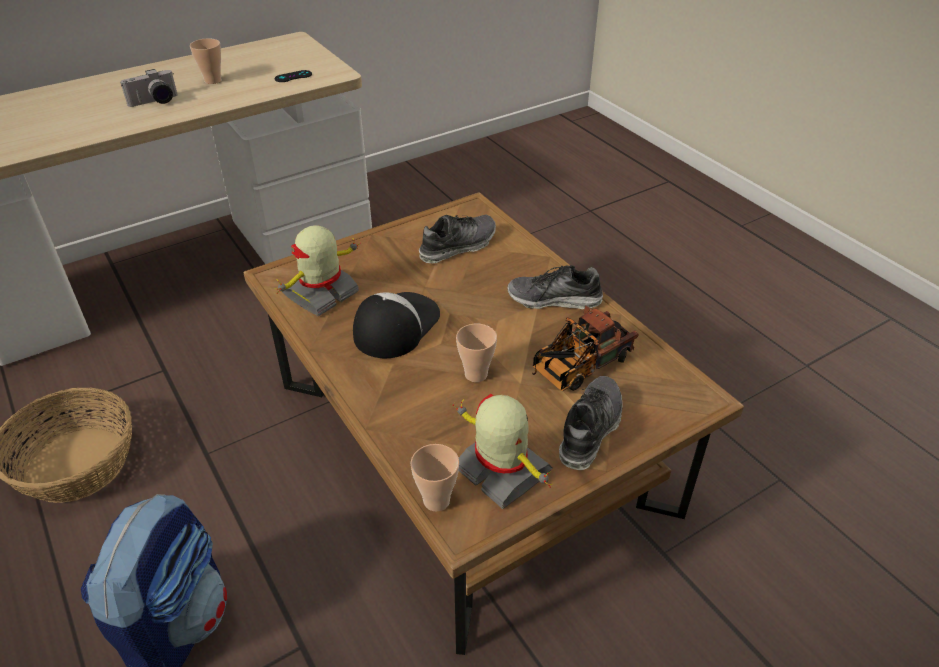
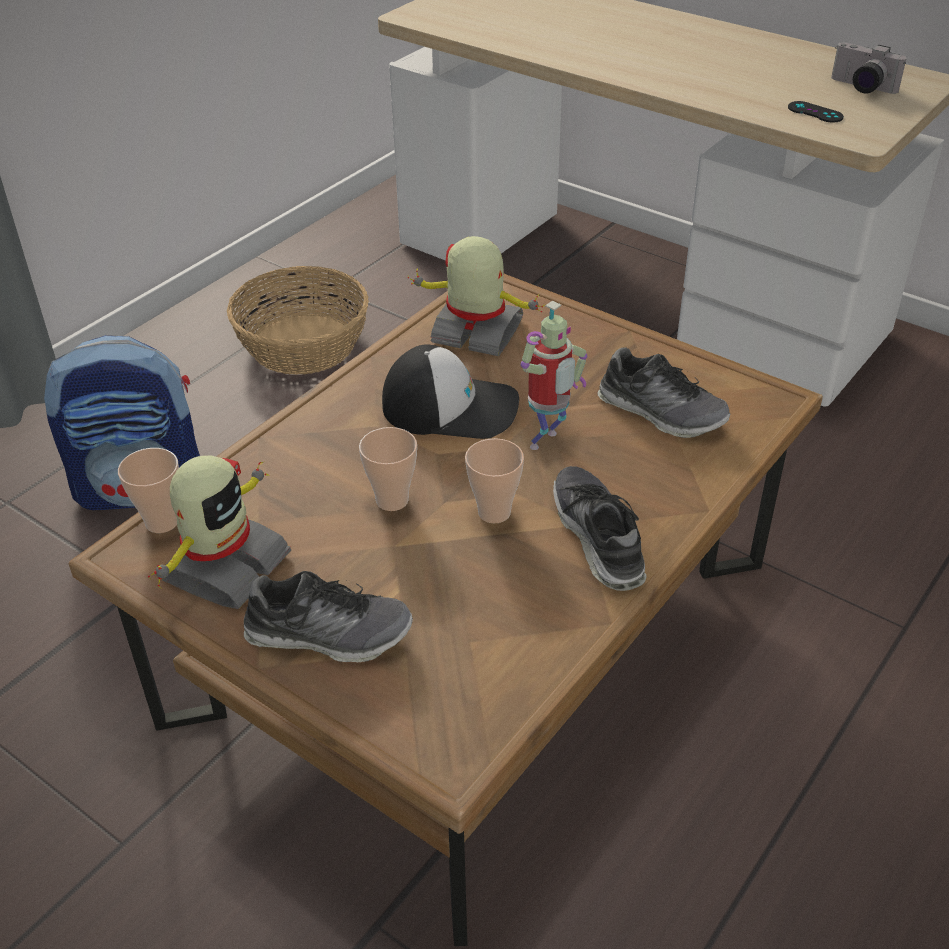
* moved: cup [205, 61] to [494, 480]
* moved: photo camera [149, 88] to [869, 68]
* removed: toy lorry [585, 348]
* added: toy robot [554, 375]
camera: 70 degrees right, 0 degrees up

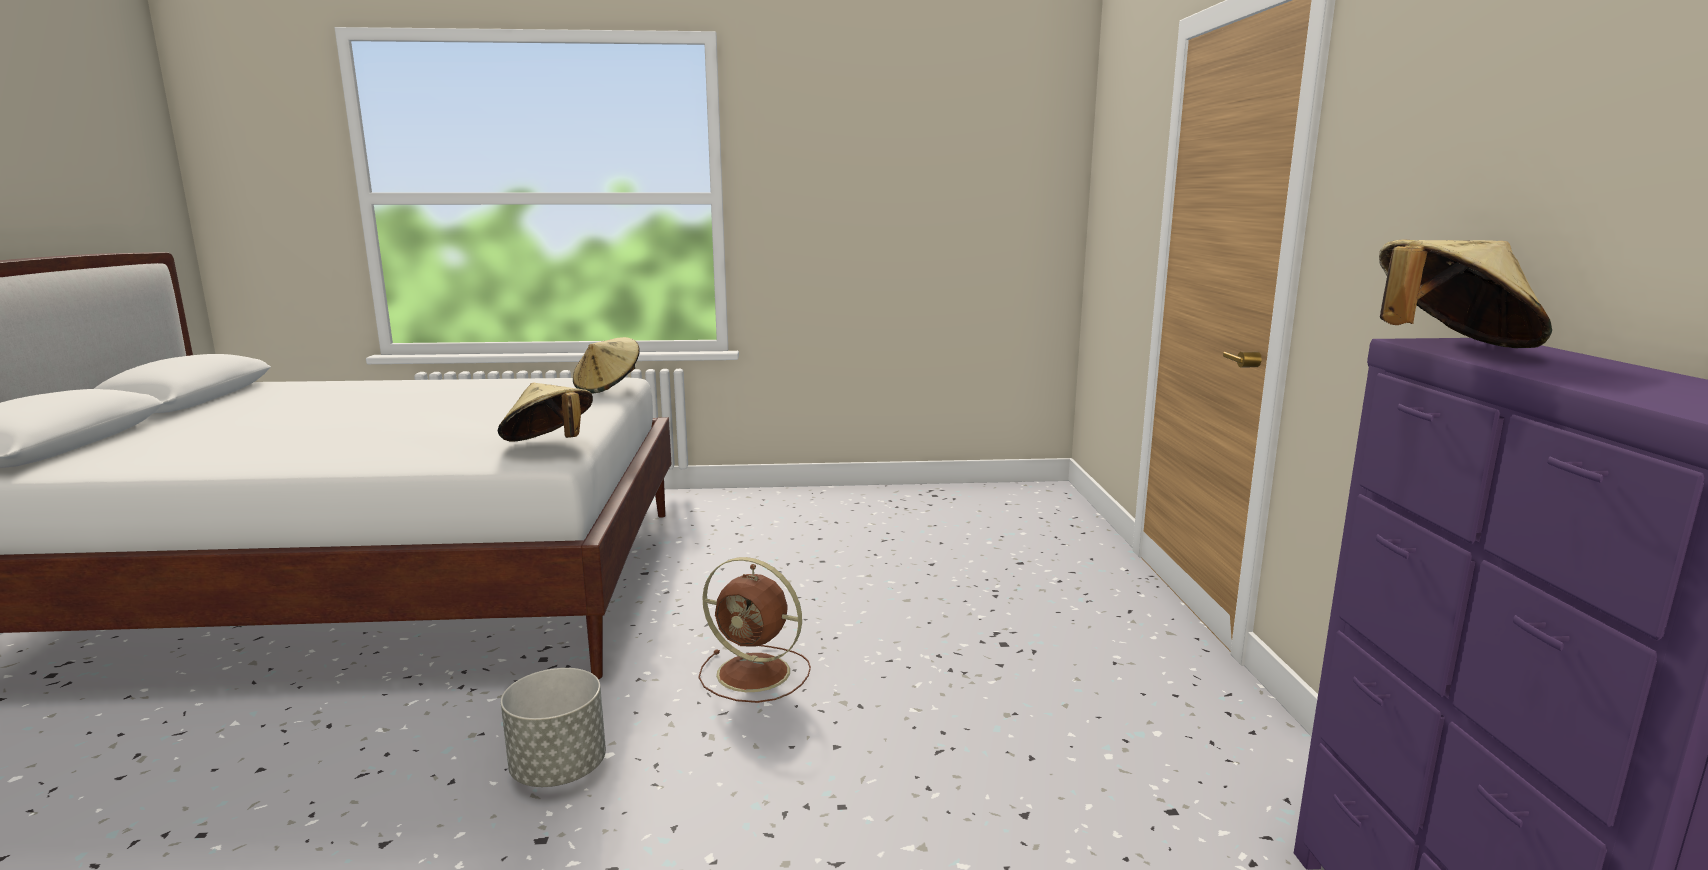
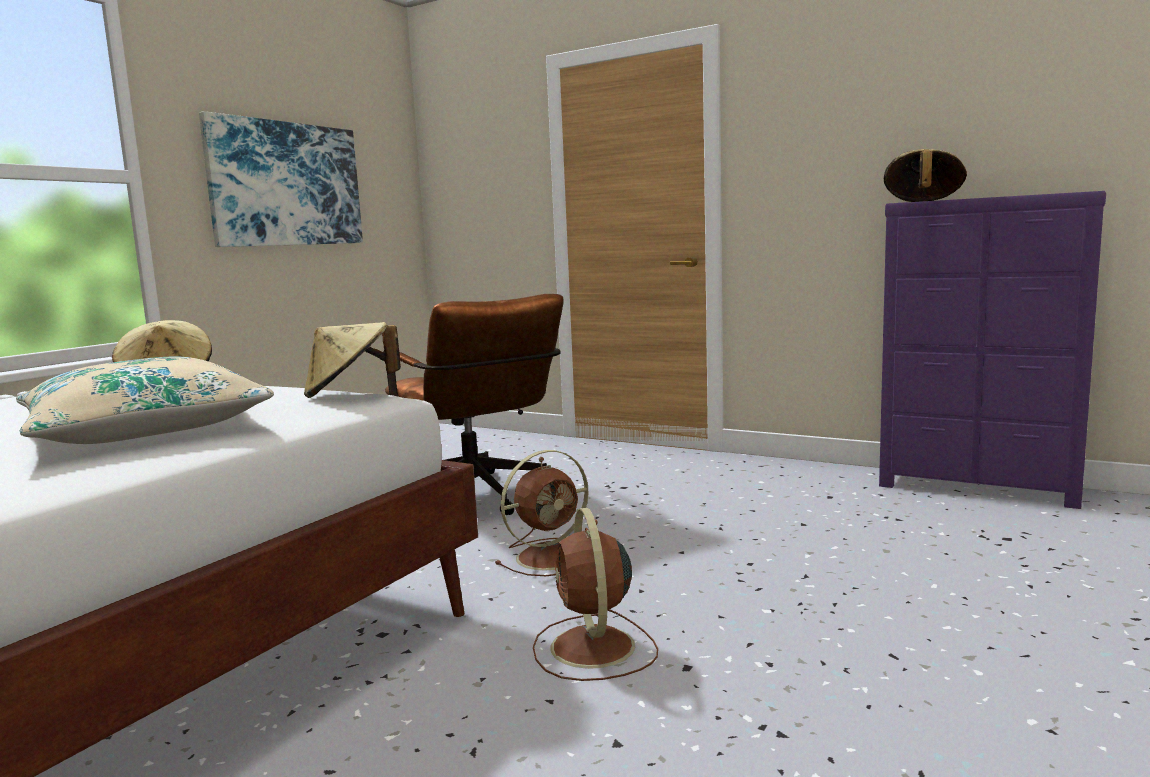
* replaced: plant pot in gray [553, 727] to cooling fan in brown-coloured [595, 594]
* added: picture [281, 179]
* added: computer chair in brown-coloured [474, 404]
* added: throw pillow in sand-coloured [145, 400]
camera: 55 degrees left, 5 degrees down

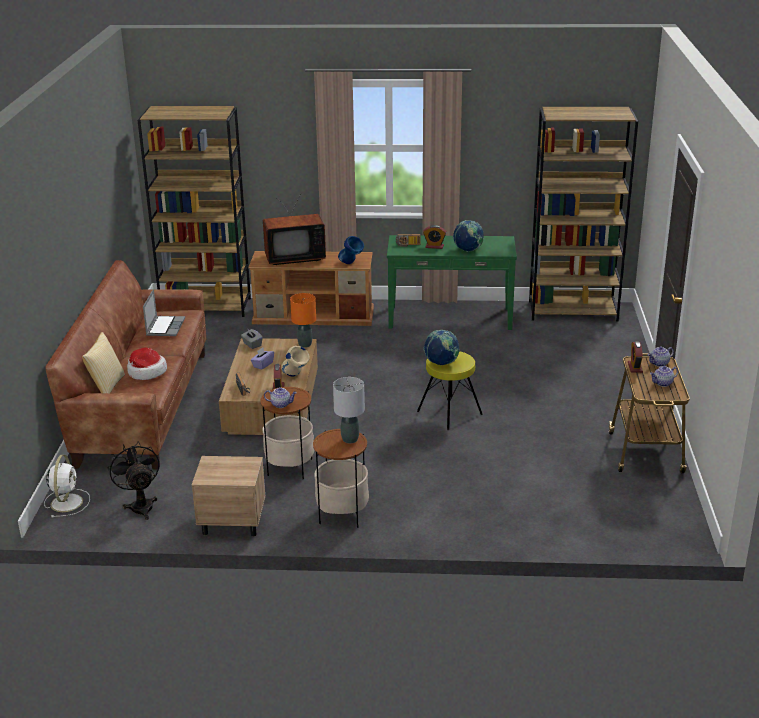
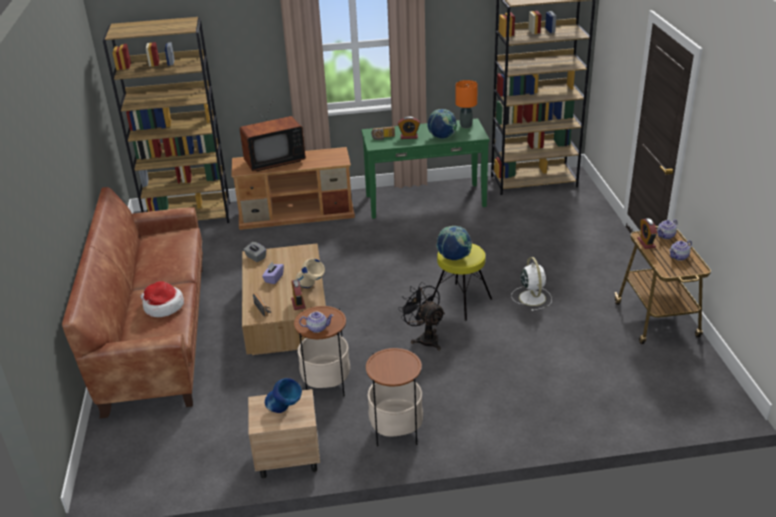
* moved: decorative vase in blue [351, 250] to [283, 395]
* removed: notebook computer [164, 312]
* moved: table lamp in orange [303, 320] to [467, 104]
* removed: throw pillow [103, 362]
* removed: table lamp in gray [349, 410]
* moved: cooling fan in blackish [133, 480] to [421, 316]
* moved: cooling fan in white [67, 486] to [531, 284]
camera: 10 degrees left, 5 degrees up

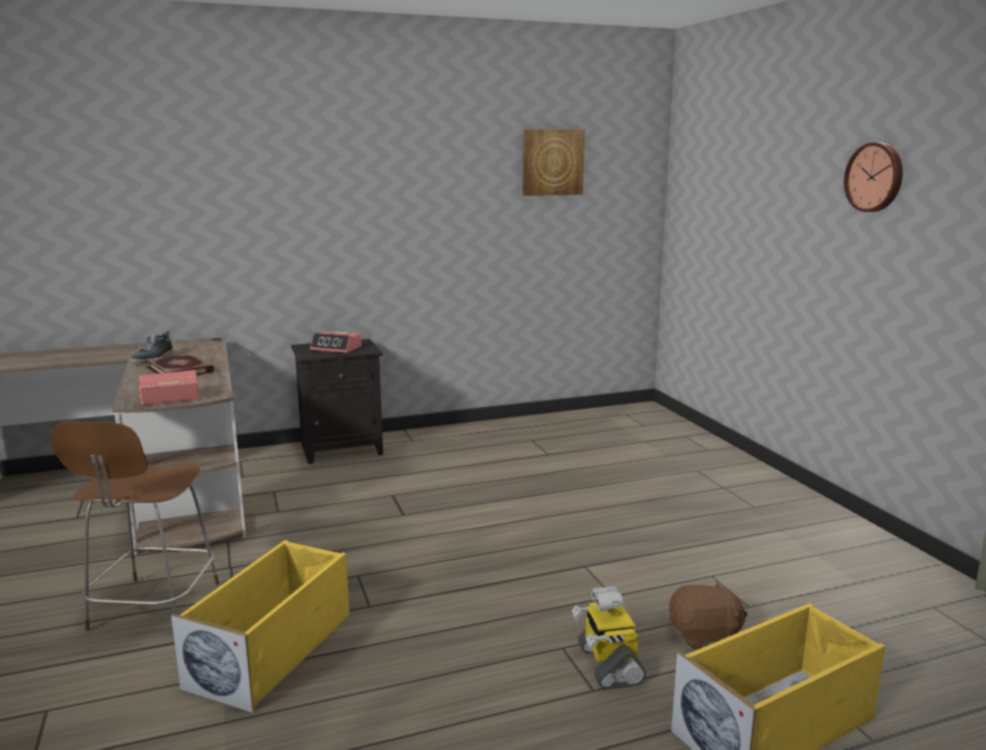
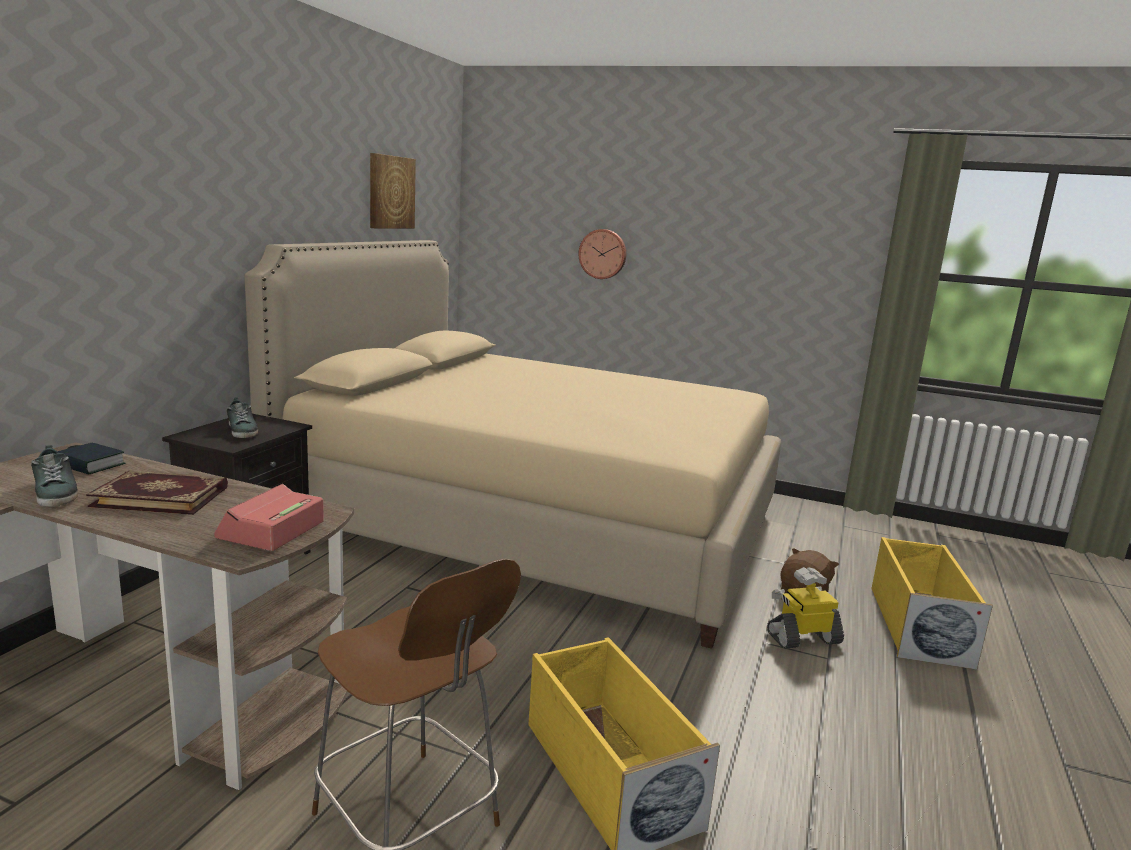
* moved: wall clock [873, 177] to [602, 254]
* replaced: bedside clock [335, 342] to item of footwear [242, 418]
* turned: toy robot [609, 638] = [805, 608] 135 degrees clockwise
* added: bed in sand-coloured [512, 444]
* added: bound book [91, 459]
camera: 50 degrees left, 0 degrees up

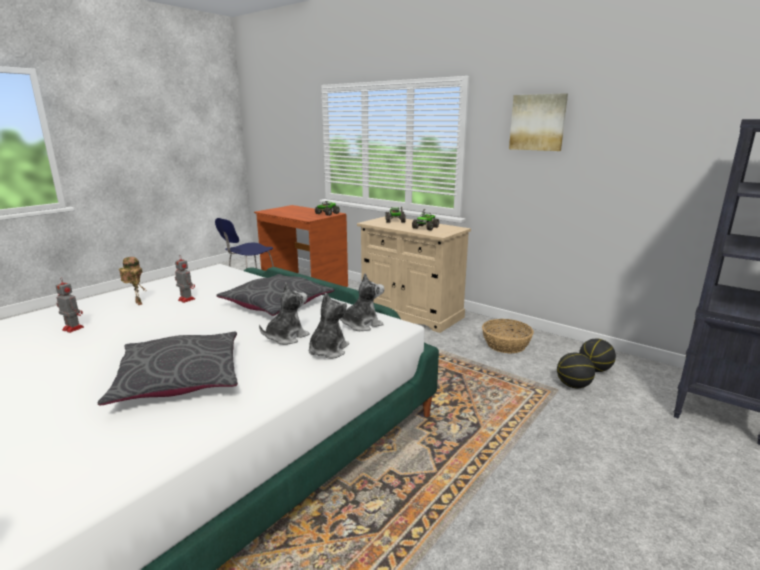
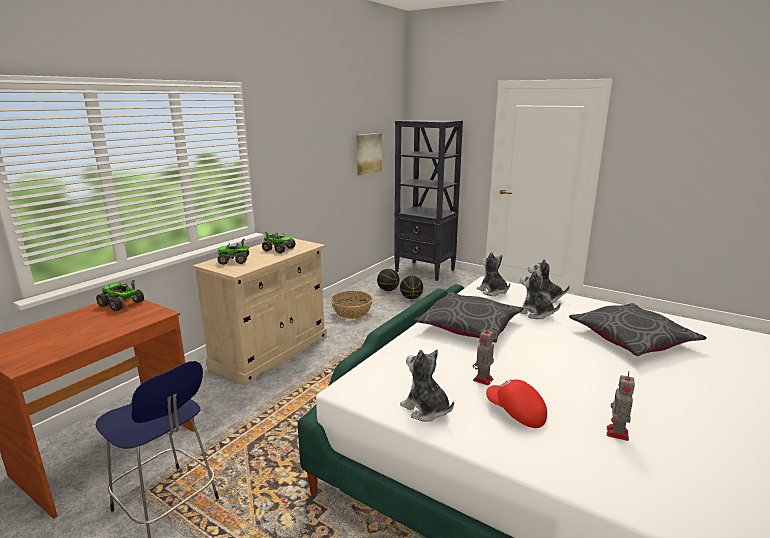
* moved: picture [538, 122] to [369, 154]
* replaced: toy robot [132, 281] to baseball cap in red [516, 404]
* added: soft toy [427, 386]
camera: 95 degrees left, 0 degrees up

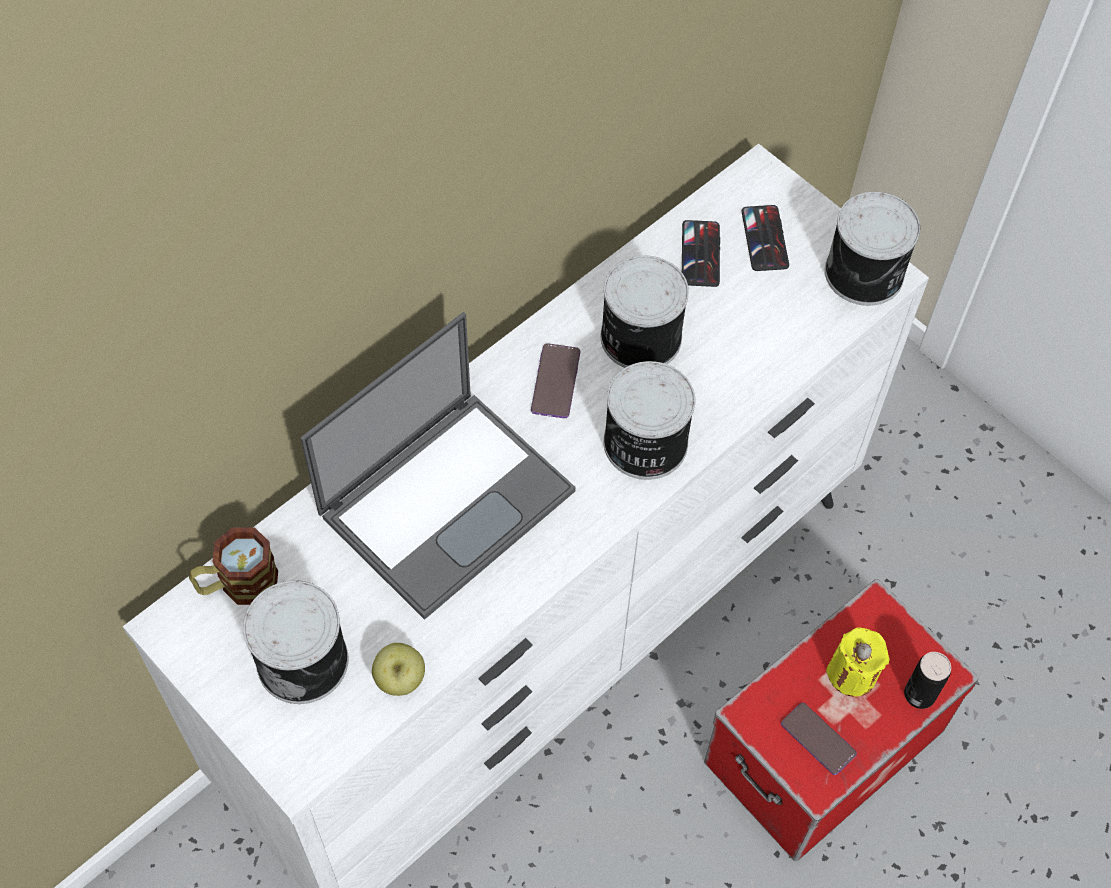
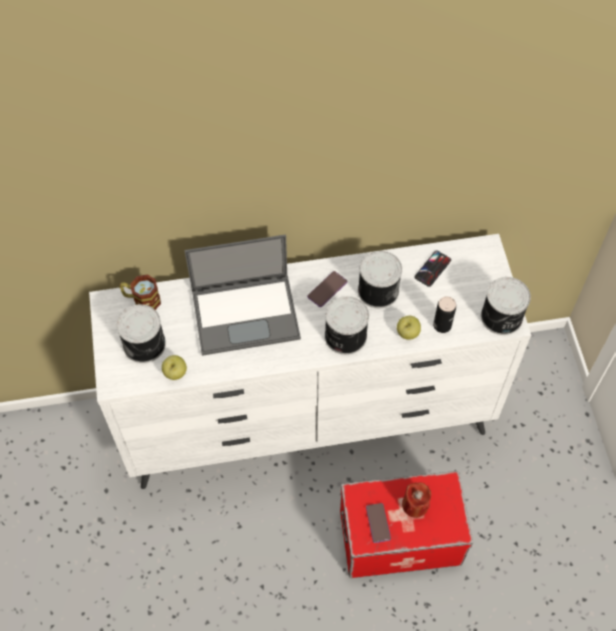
* removed: handset [765, 238]
* recoloured: wax candle in yellowish [858, 662] to wax candle in red [416, 500]
* moved: metal can [927, 680] to [444, 314]
* added: apple fruit [409, 328]
camera: 35 degrees right, 0 degrees up

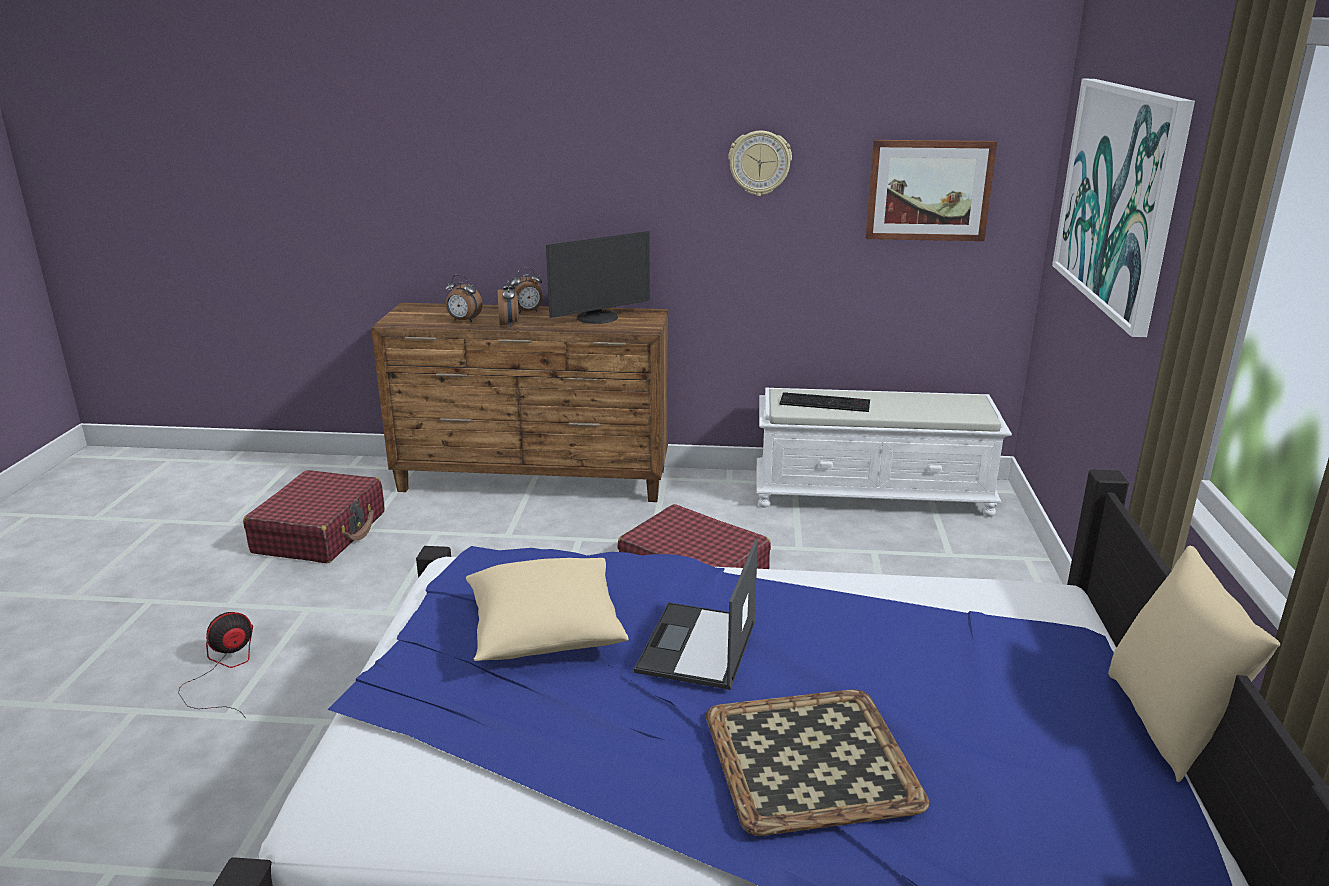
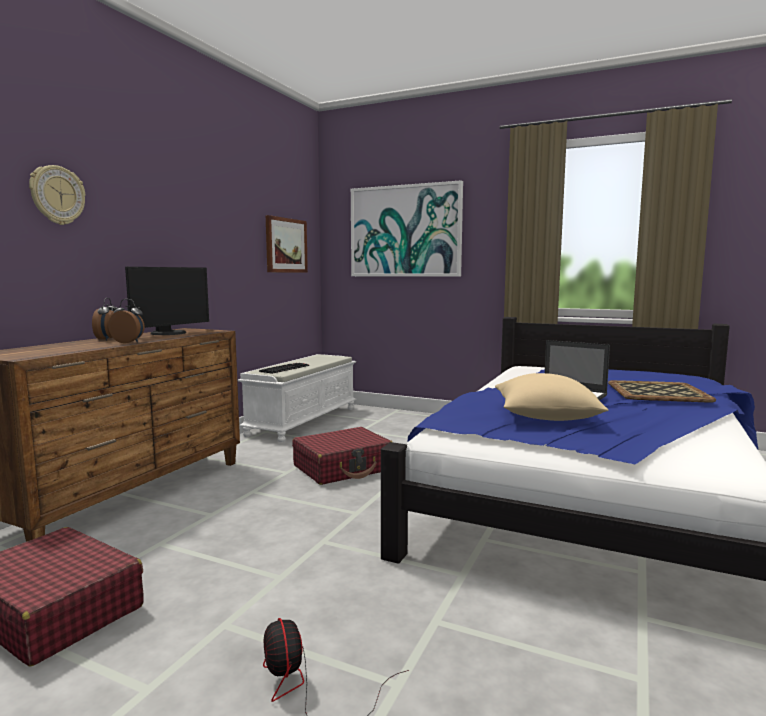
* moved: wall clock [760, 163] to [57, 195]
* turned: computer screen [598, 277] = [167, 301] 45 degrees clockwise
* removed: bedside clock [464, 298]
* removed: throw pillow in sand-coloured [1194, 663]
camera: 70 degrees left, 15 degrees down

